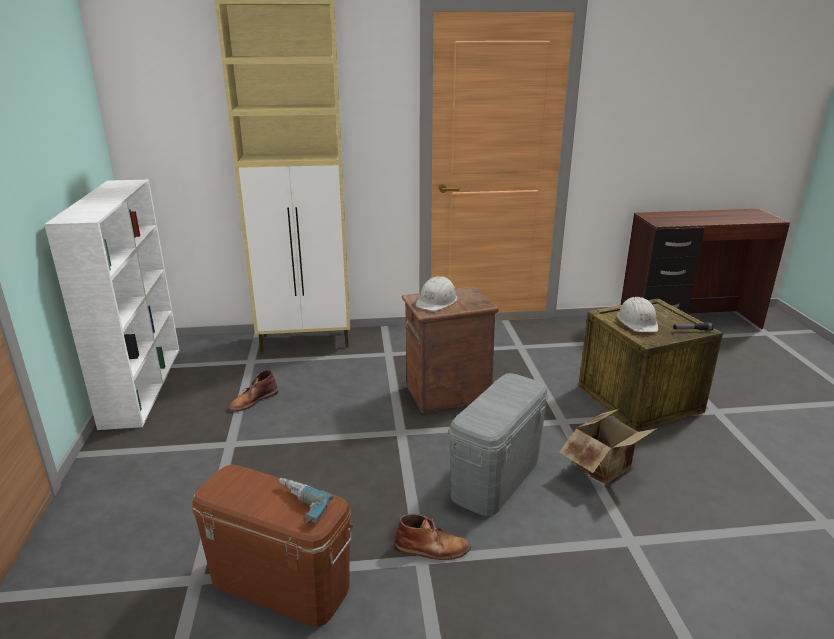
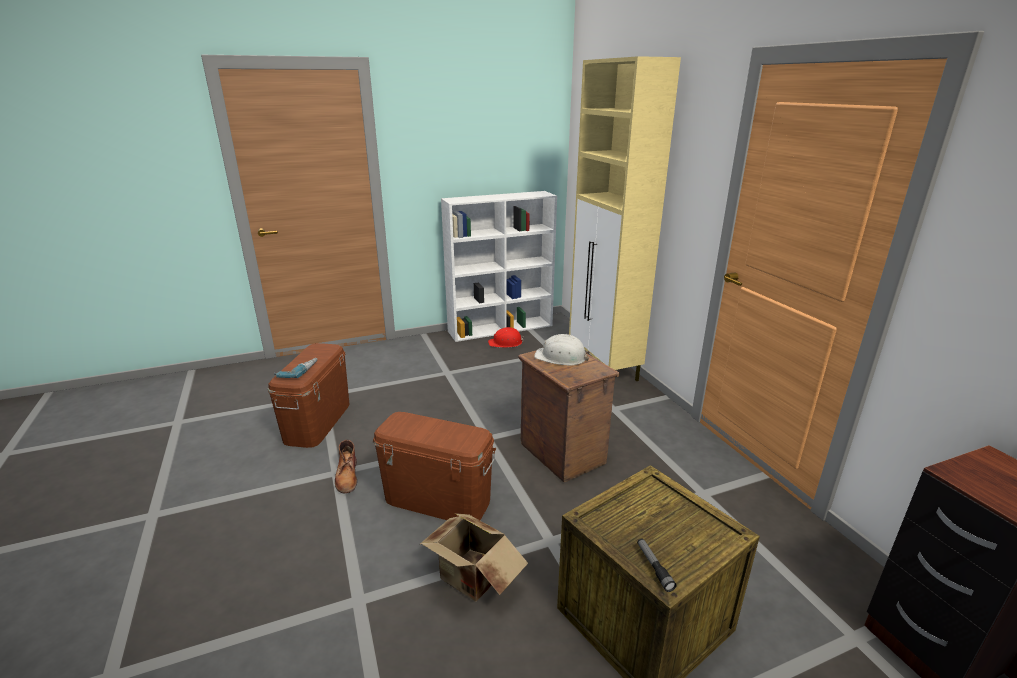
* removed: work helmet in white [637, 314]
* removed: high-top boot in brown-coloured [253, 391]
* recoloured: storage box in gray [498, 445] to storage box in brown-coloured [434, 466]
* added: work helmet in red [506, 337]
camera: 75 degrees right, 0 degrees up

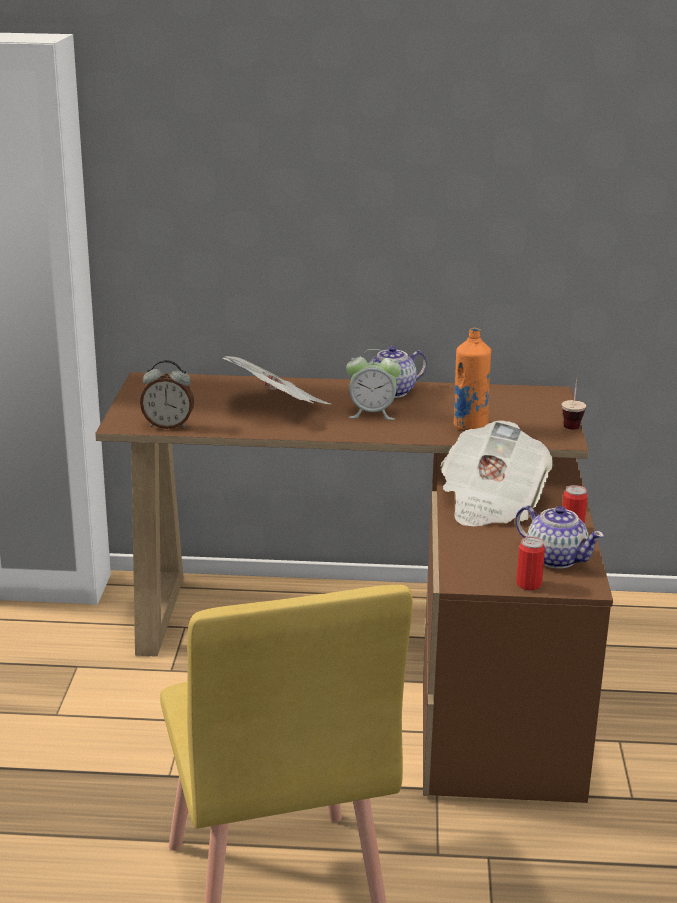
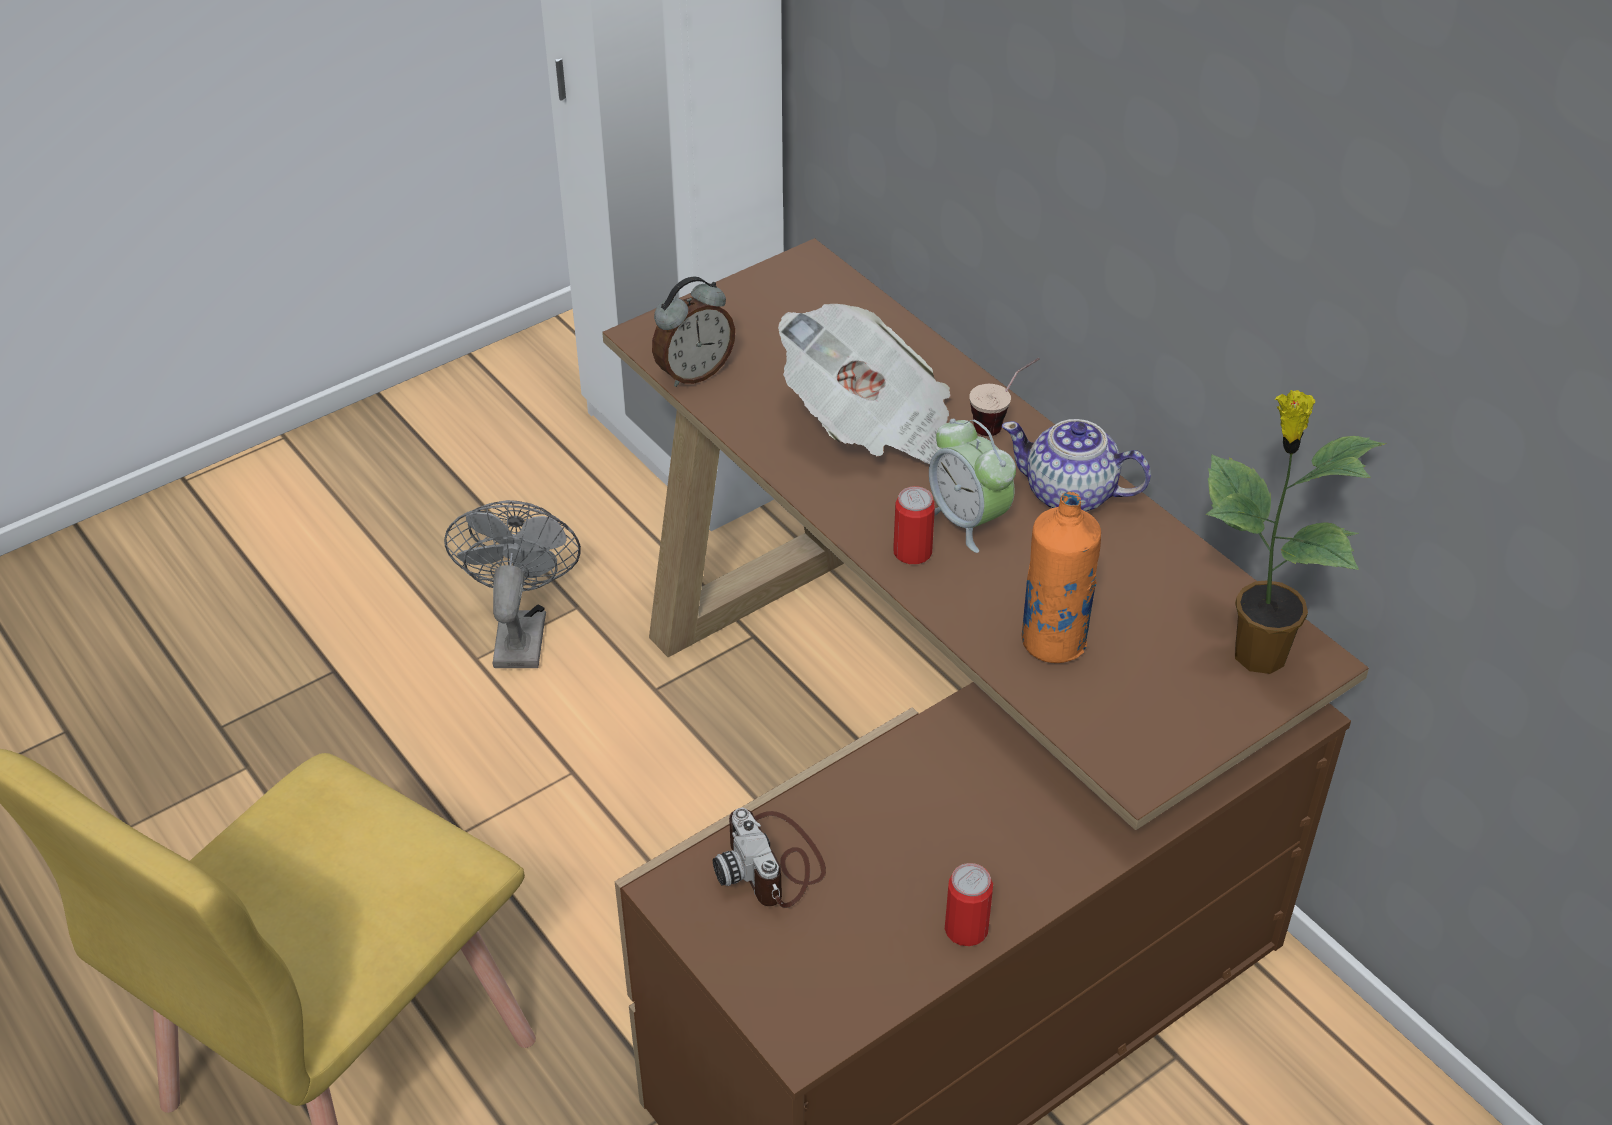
* turned: bedside clock [167, 394] = [693, 331] 90 degrees counterclockwise
* moved: cup [574, 404] to [1004, 397]
* removed: printed paper [496, 473]
* removed: pot for tea [559, 537]
* moved: metal can [530, 563] to [914, 525]
* added: houseplant [1296, 532]
* added: cooling fan in gray [512, 584]
* added: photo camera [769, 858]
camera: 50 degrees right, 20 degrees up

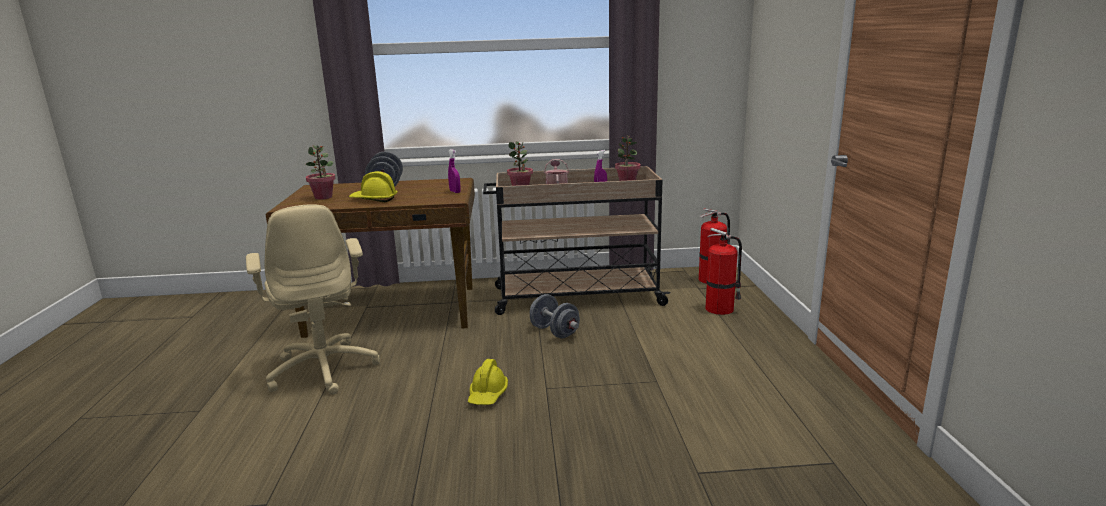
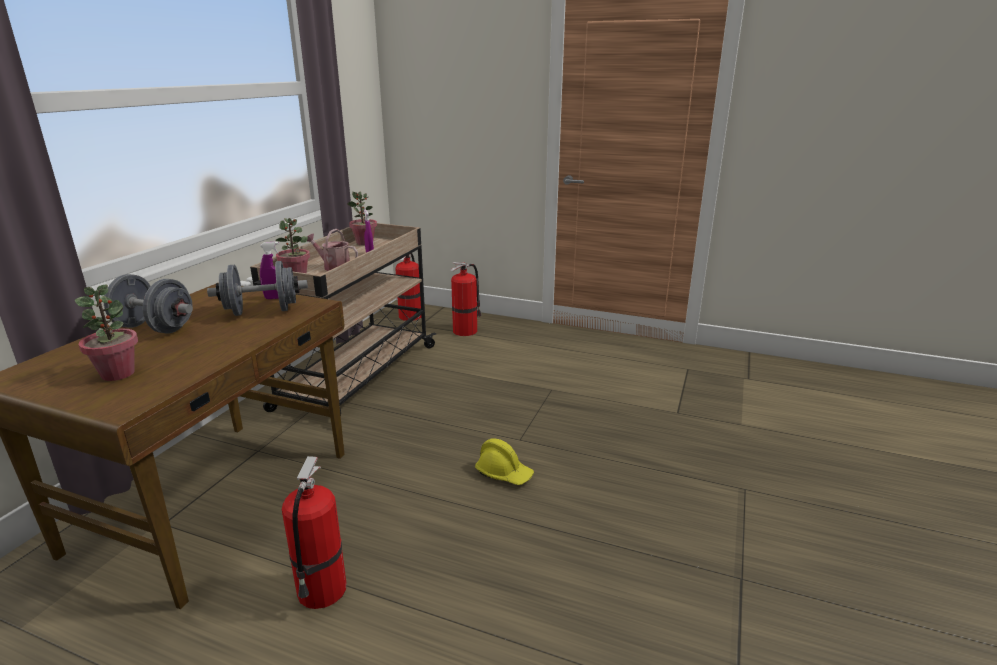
* removed: work helmet in yellowish [373, 186]
* replaced: computer chair in sand-coloured [313, 299] to fire-fighting cylinder [314, 532]
* moved: dumbbell in gray [555, 316] to [257, 288]
camera: 65 degrees left, 5 degrees up

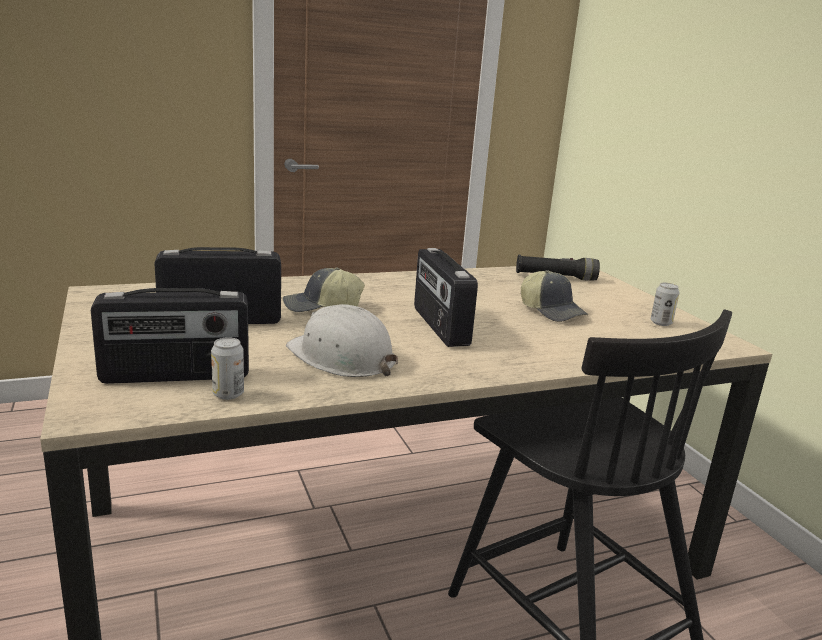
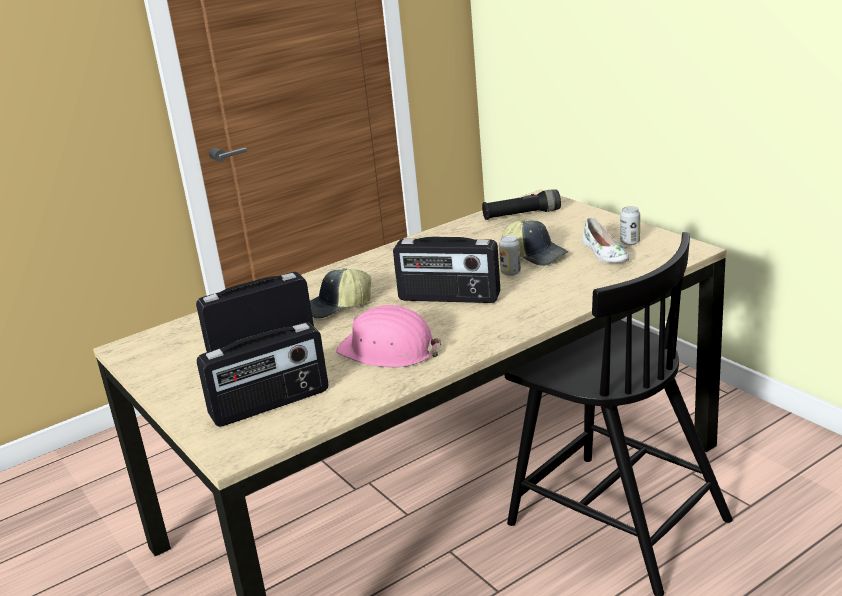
* turned: radio [446, 297] = [446, 270] 45 degrees counterclockwise
* recoloured: work helmet in white [342, 340] to work helmet in pink [388, 336]
* moved: metal can [227, 368] to [510, 255]
* added: item of footwear in white [605, 240]
camera: 10 degrees left, 5 degrees up

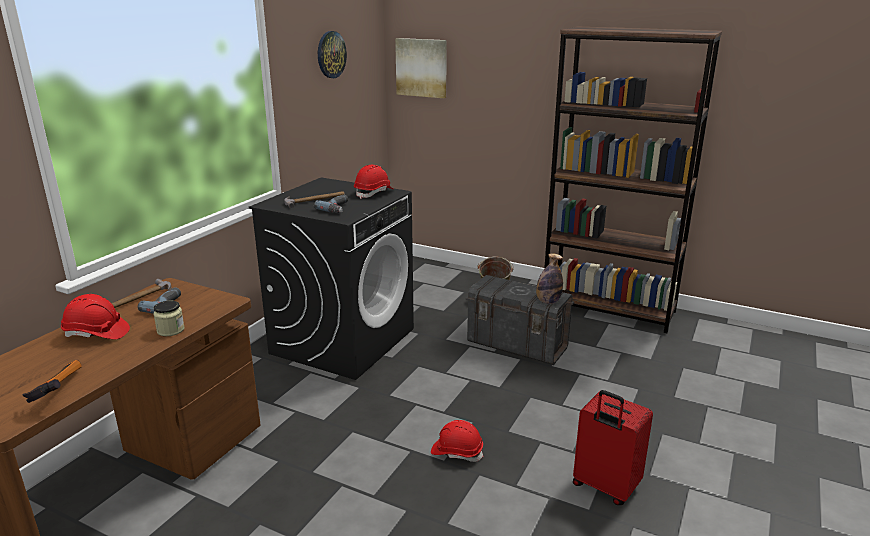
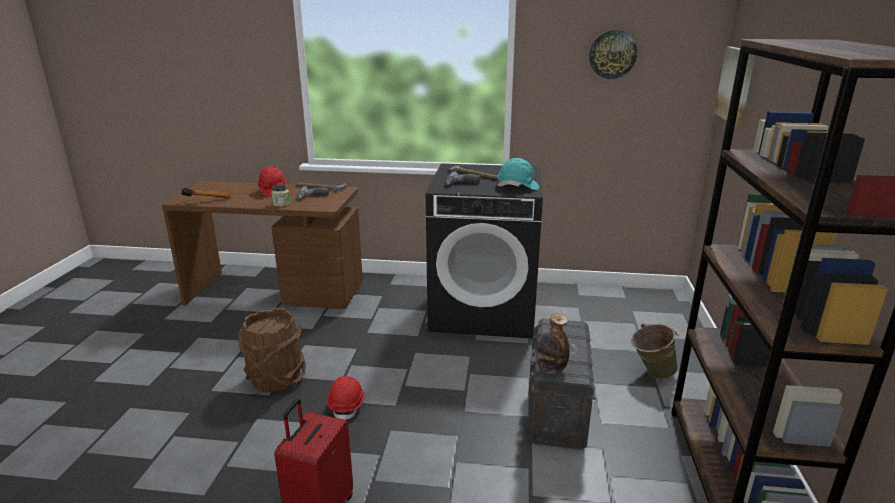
* recoloured: work helmet in red [373, 182] to work helmet in blue-green [517, 174]
* added: water bucket in brown-coloured [272, 350]
camera: 70 degrees right, 0 degrees up

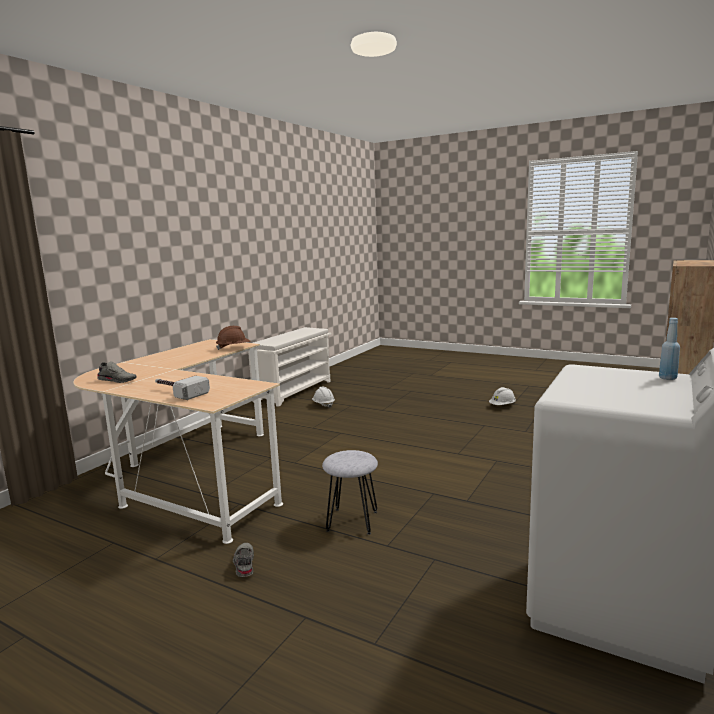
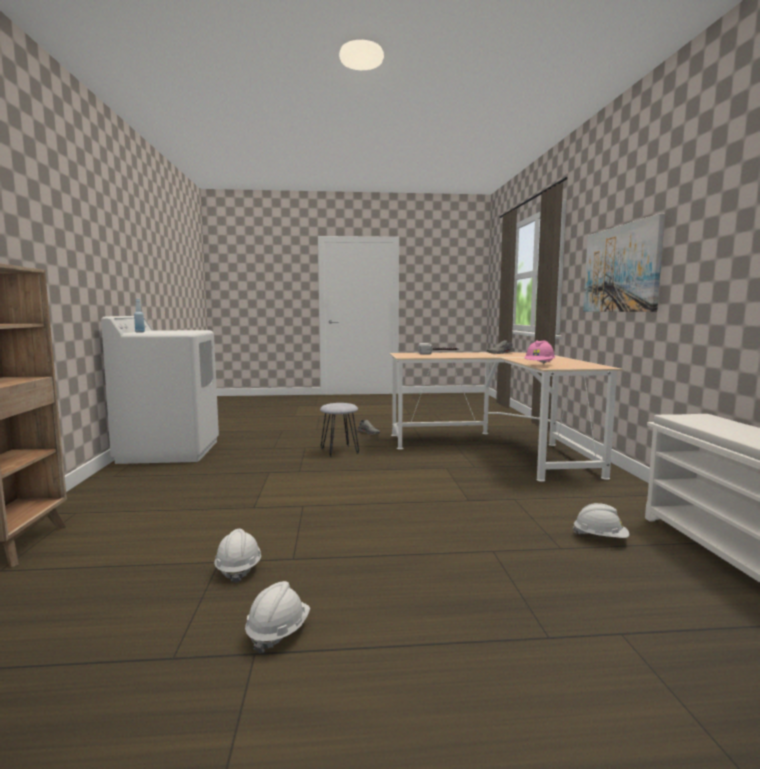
* recoloured: work helmet in brown-coloured [233, 338] to work helmet in pink [539, 352]
* added: picture [624, 262]
* added: work helmet in white [237, 556]
camera: 145 degrees right, 5 degrees down

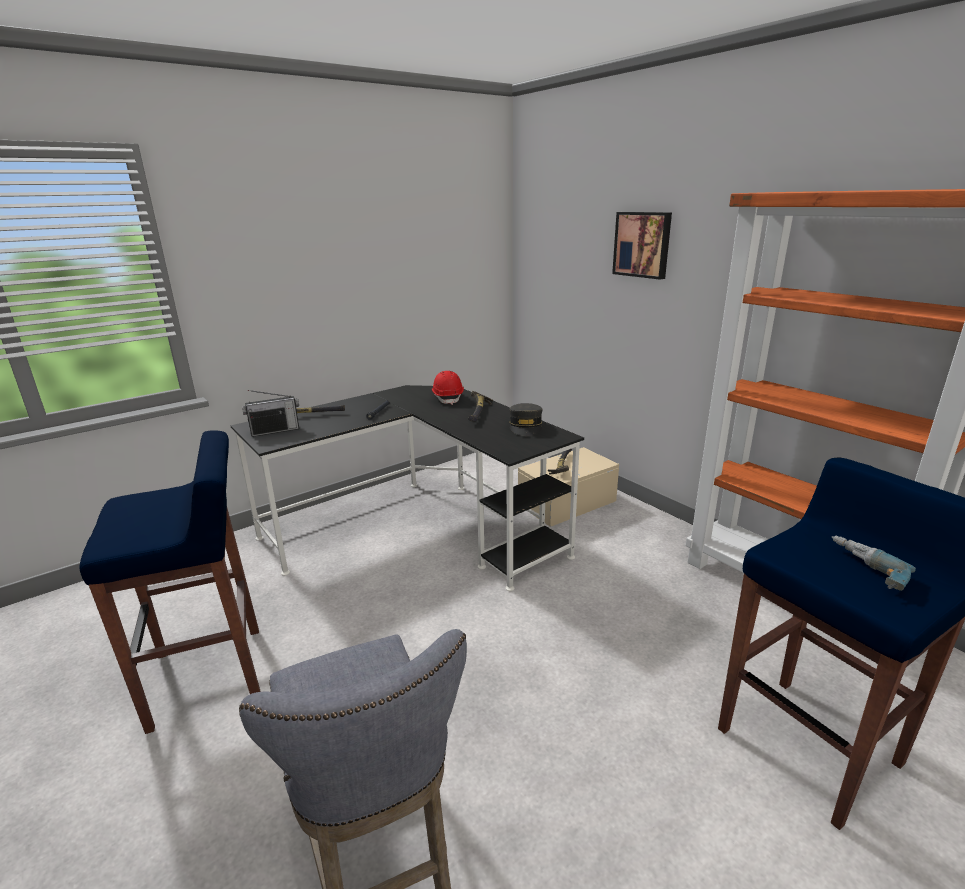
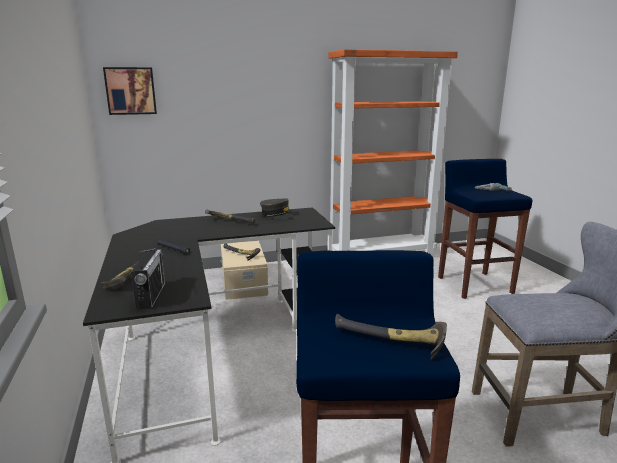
* moved: picture [642, 246] to [130, 91]
* removed: work helmet in red [448, 388]
* added: tool hammer [391, 337]
camera: 70 degrees left, 5 degrees down

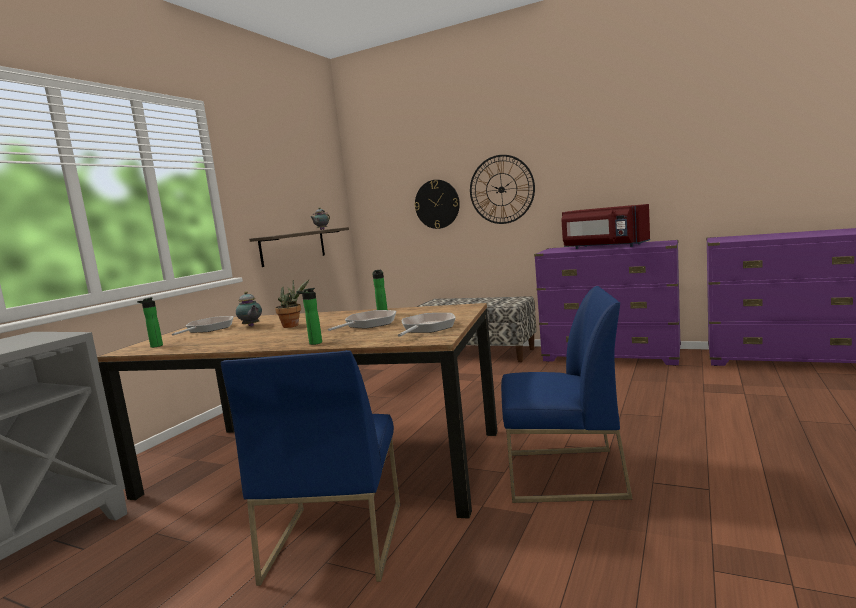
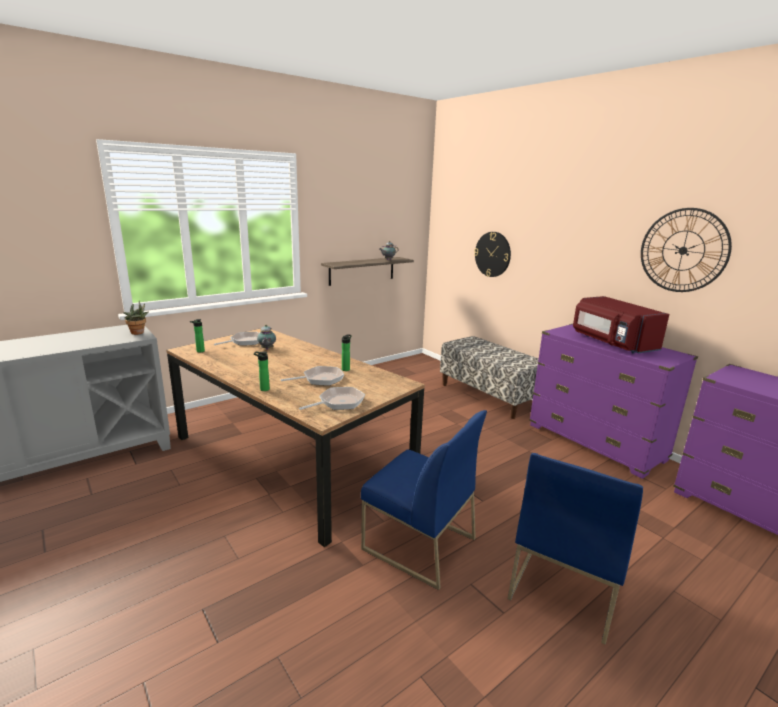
* moved: wall clock [502, 189] to [686, 250]
* moved: houseplant [292, 304] to [136, 318]
* moved: chair in blue [310, 468] to [575, 548]
camera: 25 degrees right, 10 degrees up

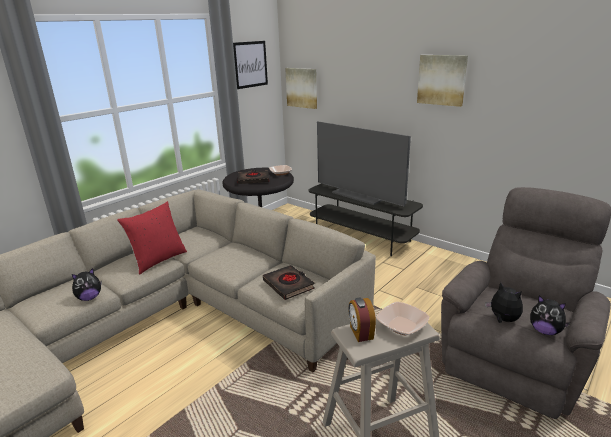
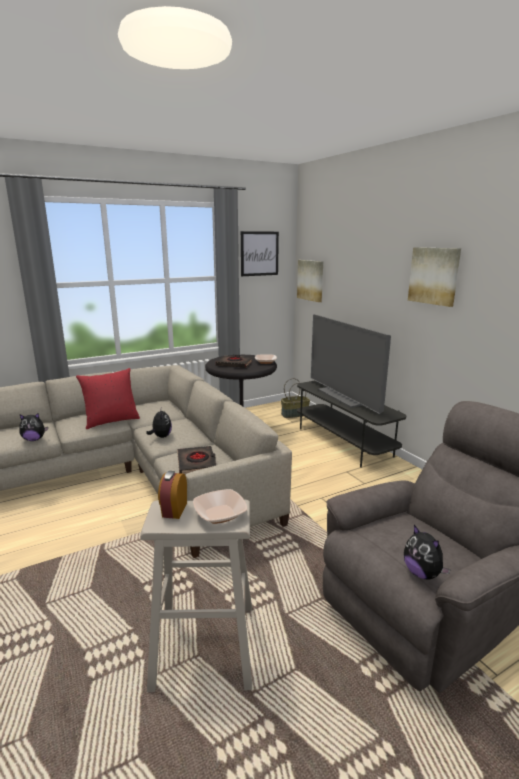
* moved: soft toy [504, 302] to [159, 424]
* added: household basket [295, 398]
camera: 20 degrees right, 5 degrees down

